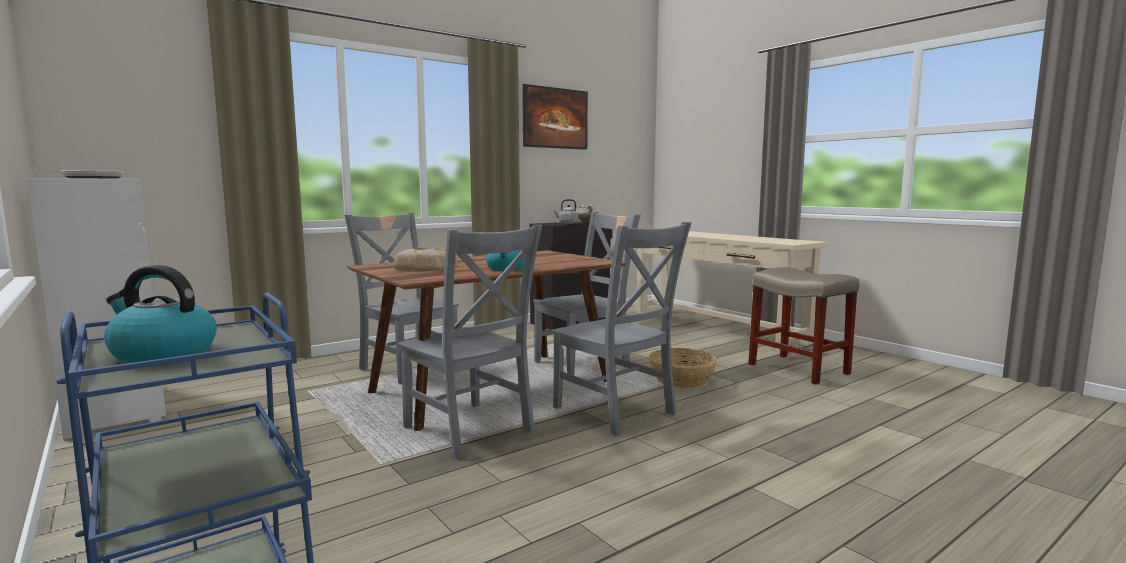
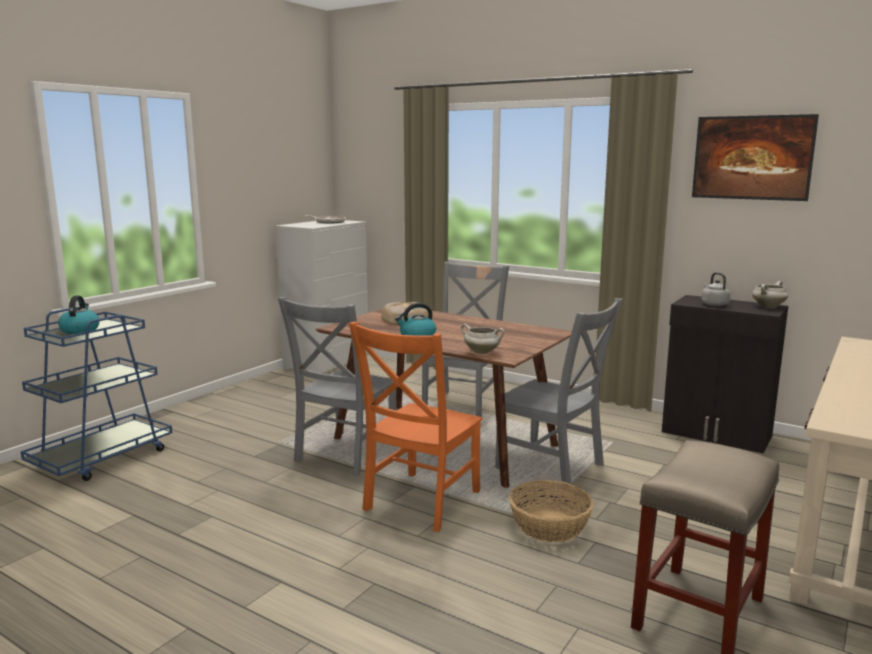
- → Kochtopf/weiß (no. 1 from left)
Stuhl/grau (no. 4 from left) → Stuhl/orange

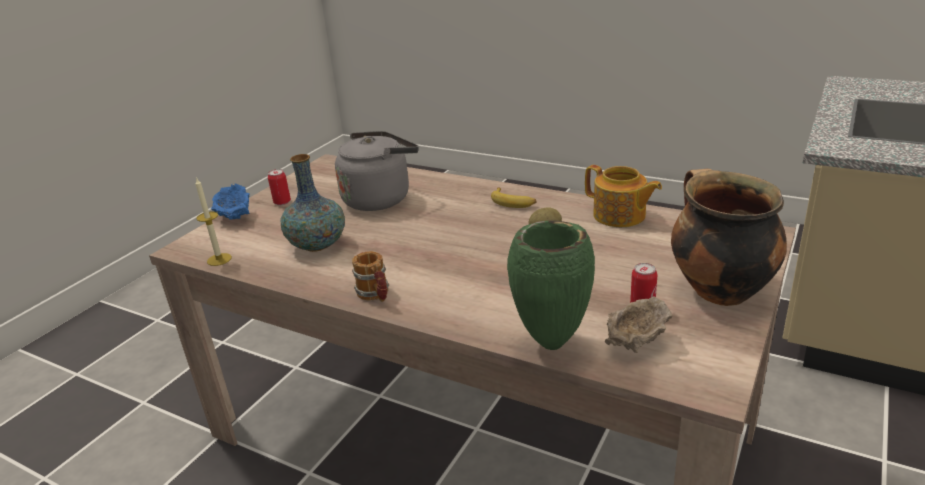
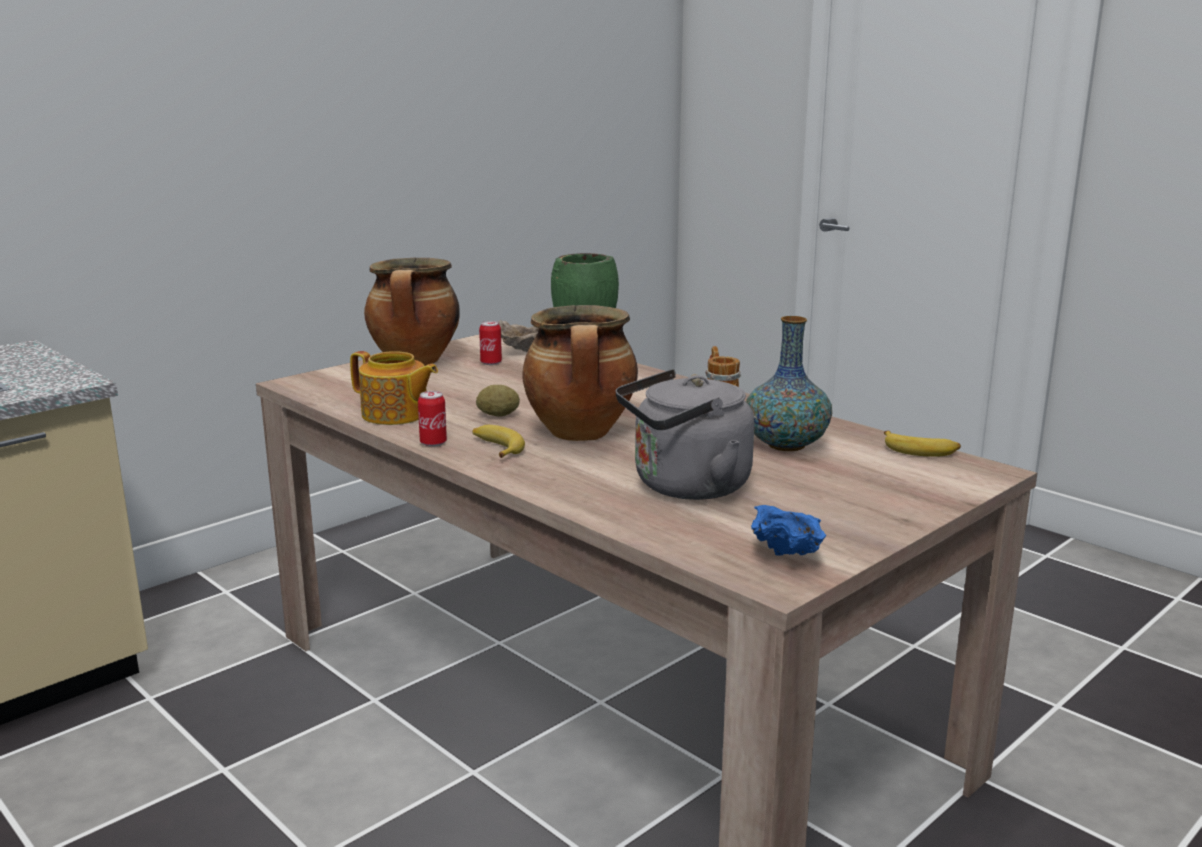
- → Kochtopf (no. 2 from left)
Schüssel/blau, shifted
Dose (no. 1 from left), shifted
Kerze → Banane (no. 2 from left)
Teekanne, 150 degrees clockwise

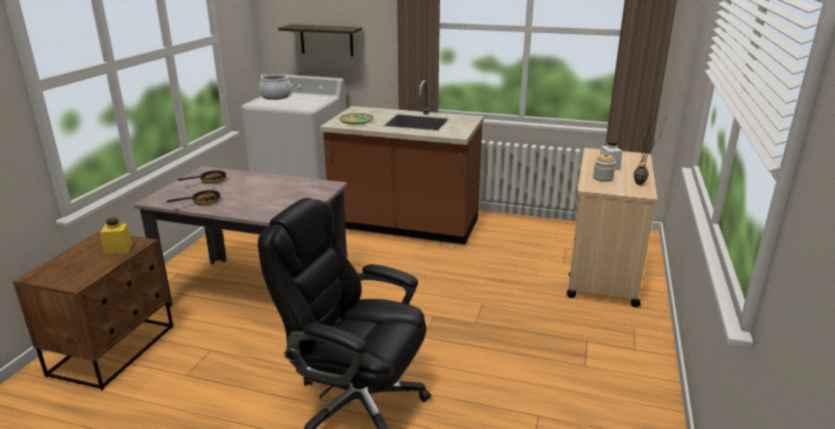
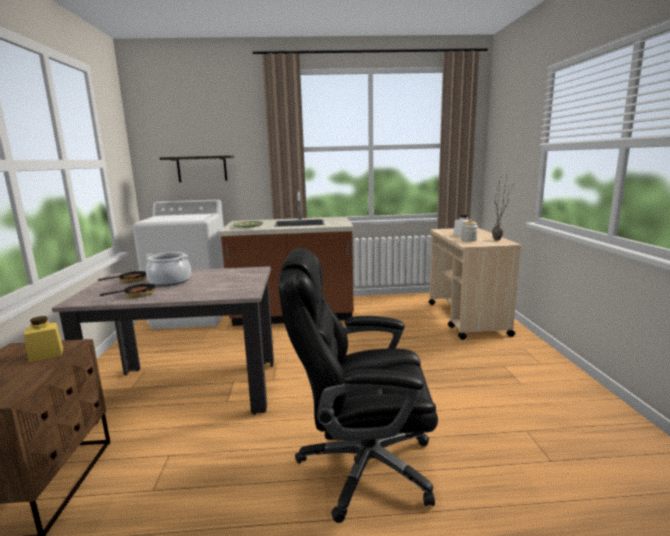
Kochtopf, shifted

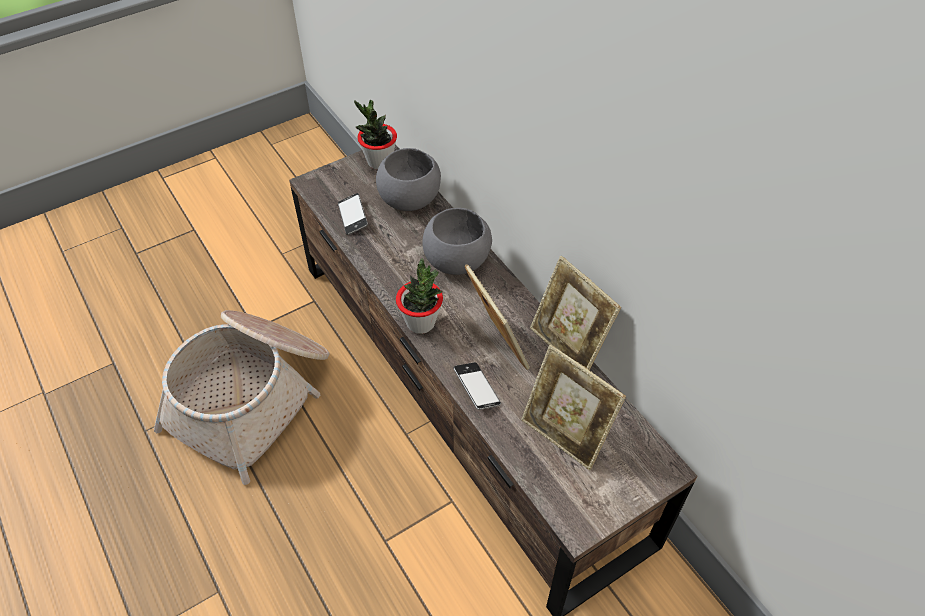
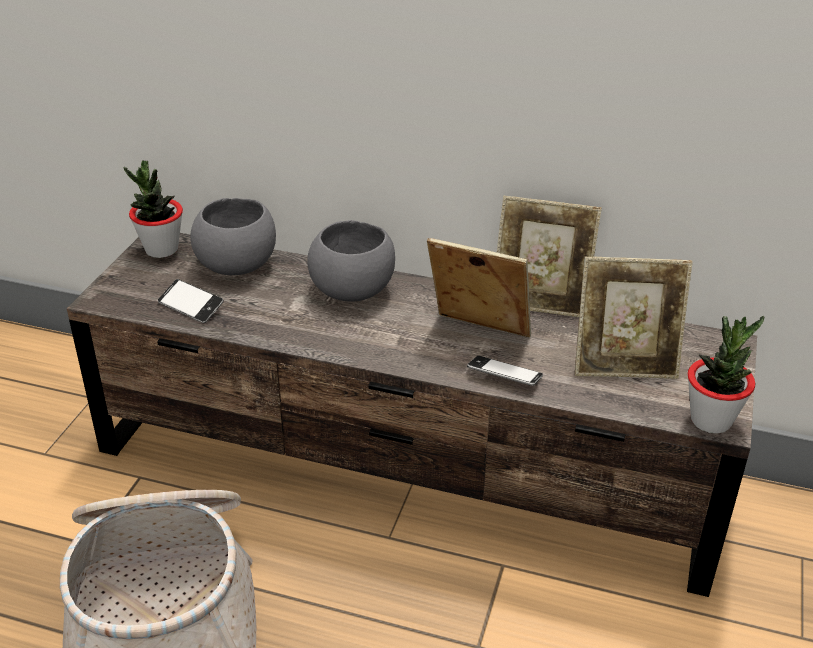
Topfpflanze (no. 2 from left), shifted

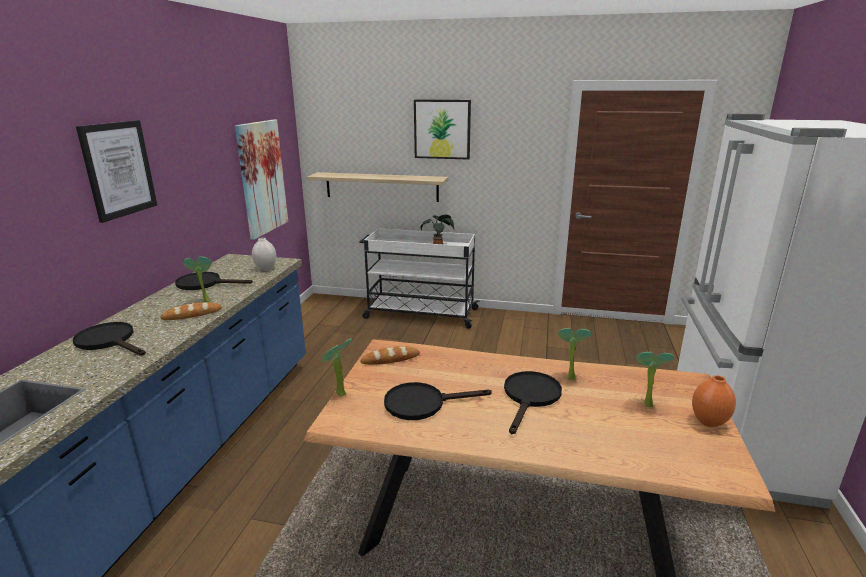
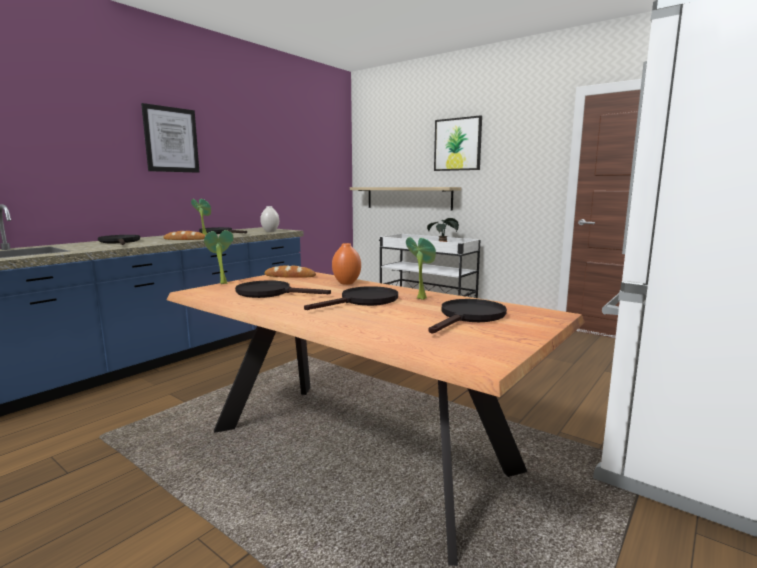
Bild (no. 2 from left) → -
Vase/orange, shifted
Topfpflanze (no. 5 from left) → Pfanne/schwarz (no. 5 from left)

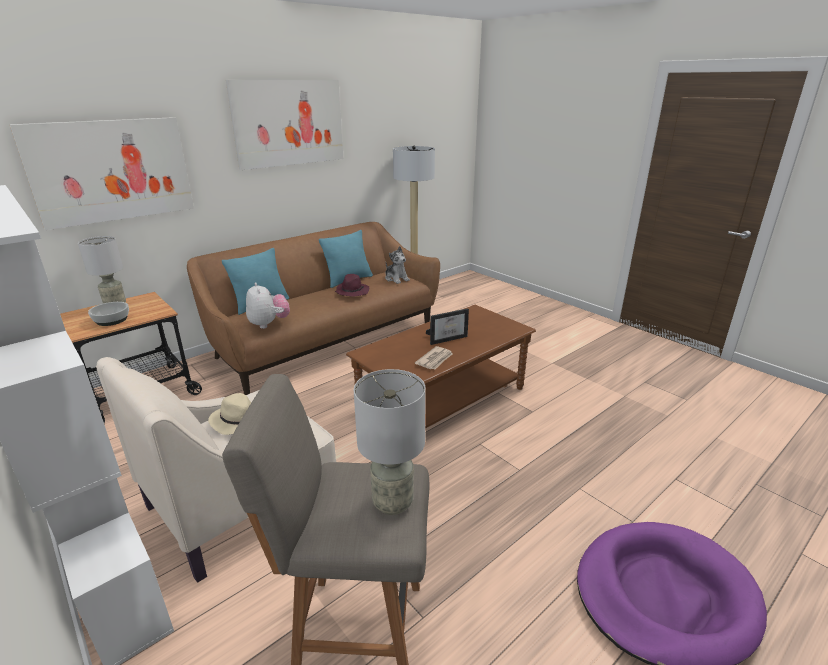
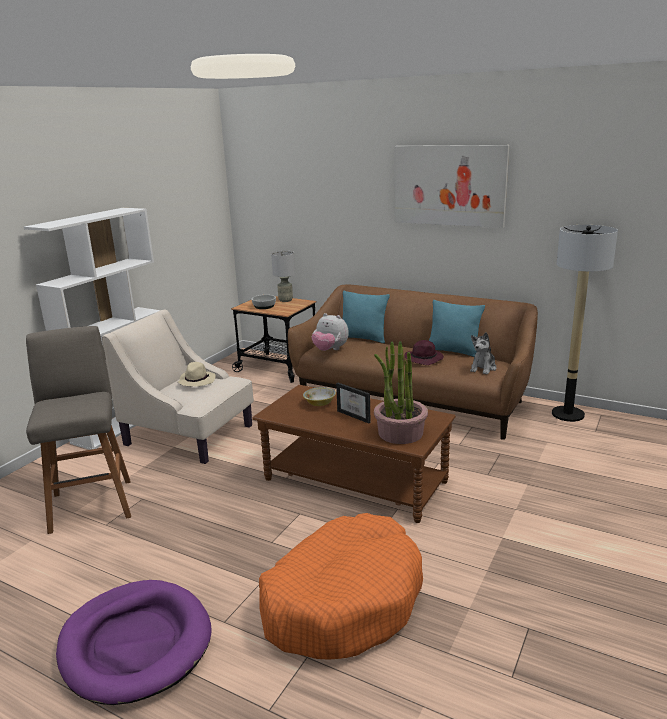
Bild (no. 1 from left) → -
Tischlampe/grau (no. 2 from left) → -
Zeitung → -
- → Hundebett/orange
- → Schüssel (no. 2 from left)
- → Topfpflanze
Plüschtier (no. 1 from left), 75 degrees clockwise

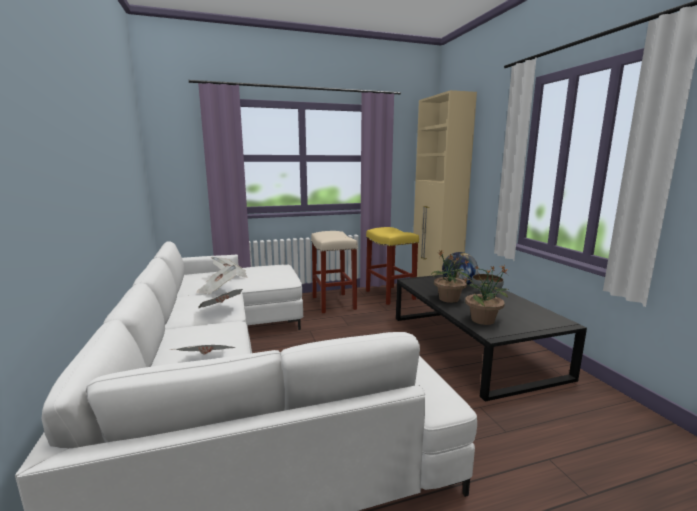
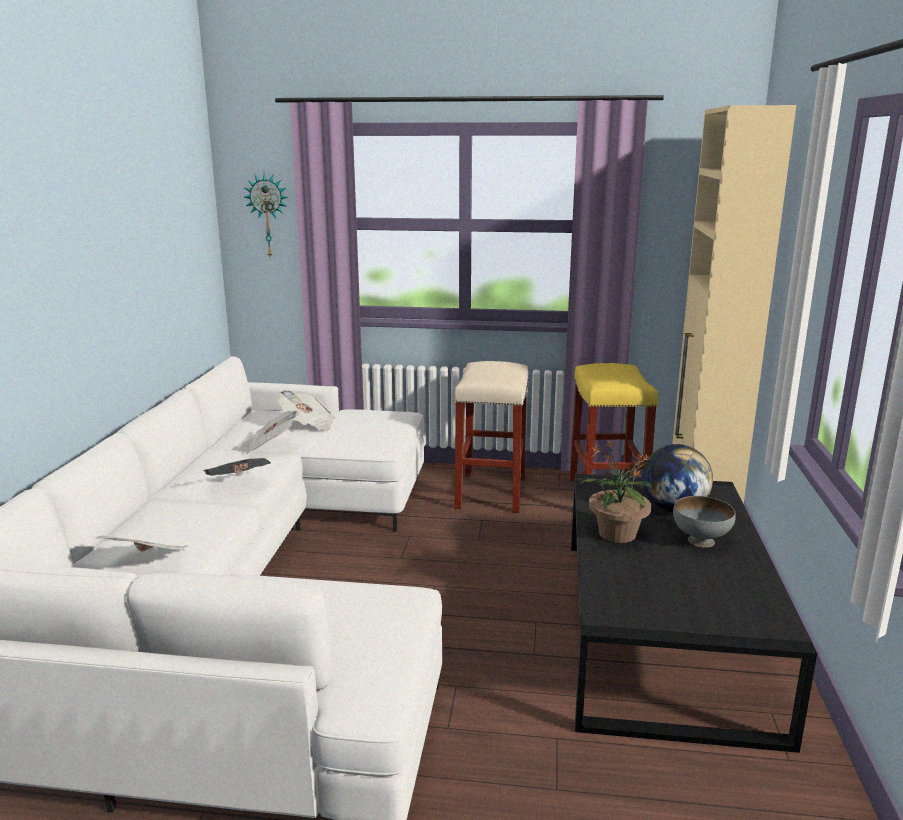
Topfpflanze (no. 2 from left) → -
- → Wanduhr

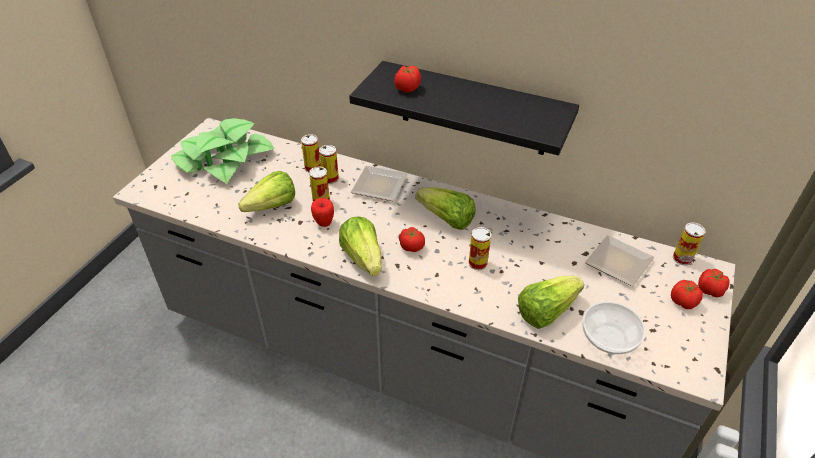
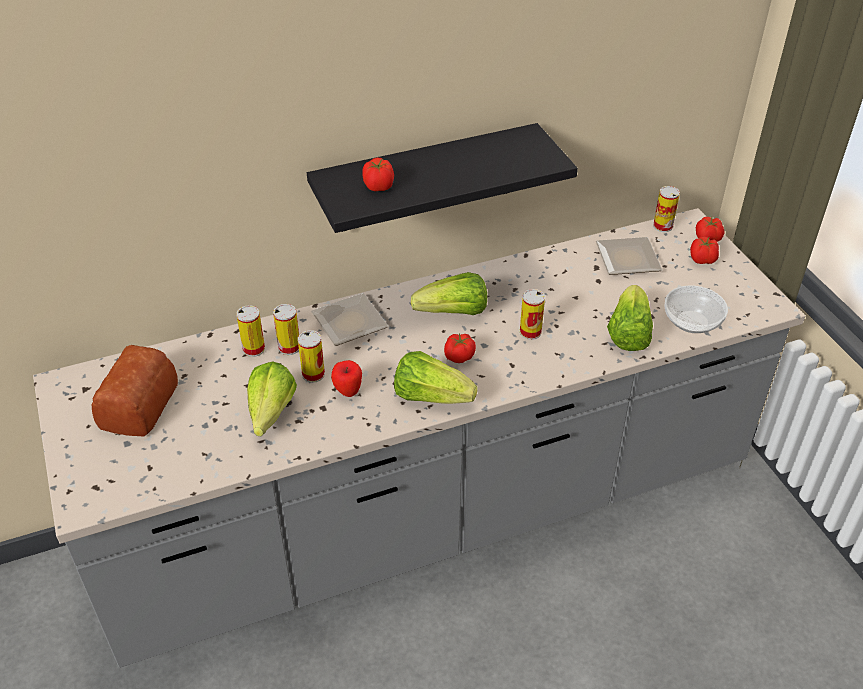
Topfpflanze → Brot

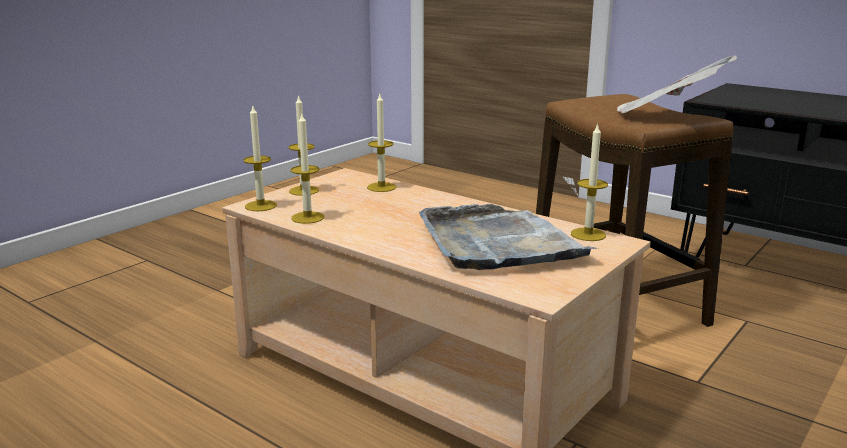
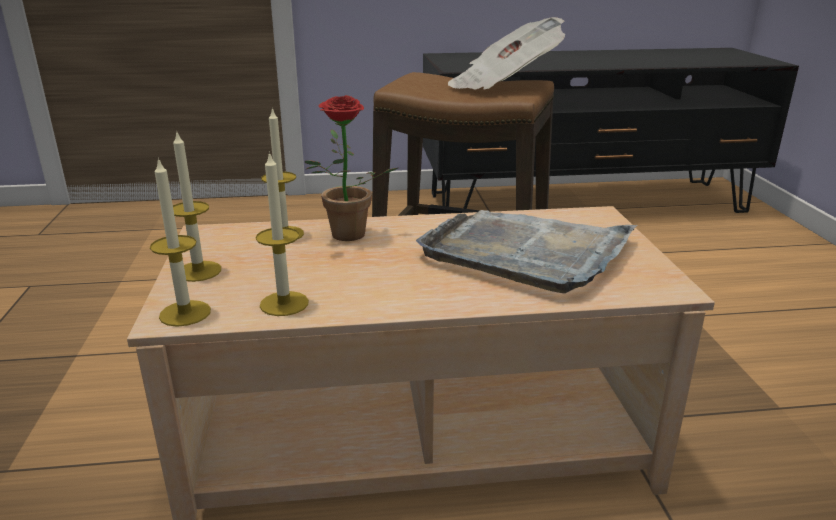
Kerze (no. 5 from left) → -
- → Topfpflanze

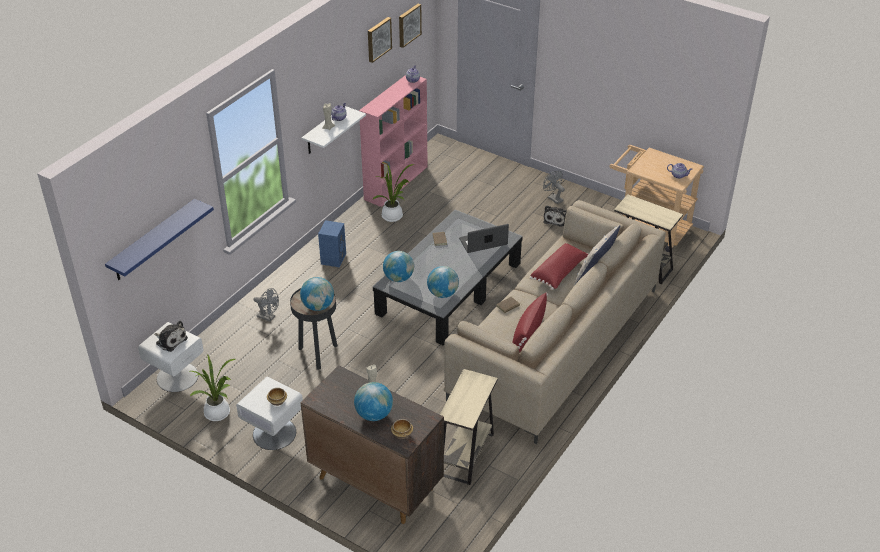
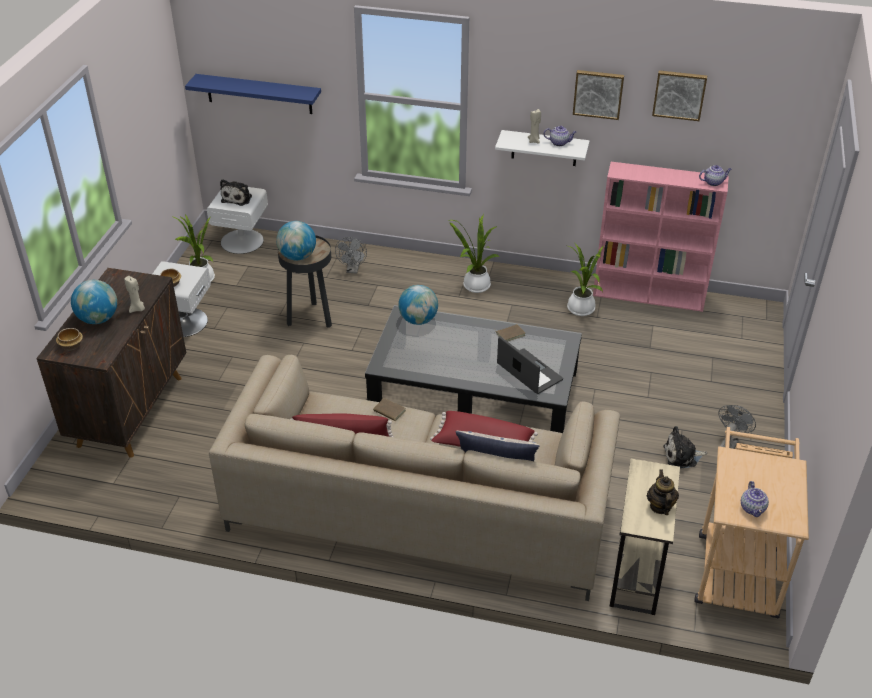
Globus (no. 4 from left) → -
Beistelltisch/beige (no. 1 from left) → -
- → Teekanne (no. 2 from left)
Bild (no. 2 from left in the first image) → Bild (no. 1 from left), shifted
Lautsprecher/blau → Topfpflanze (no. 2 from left)

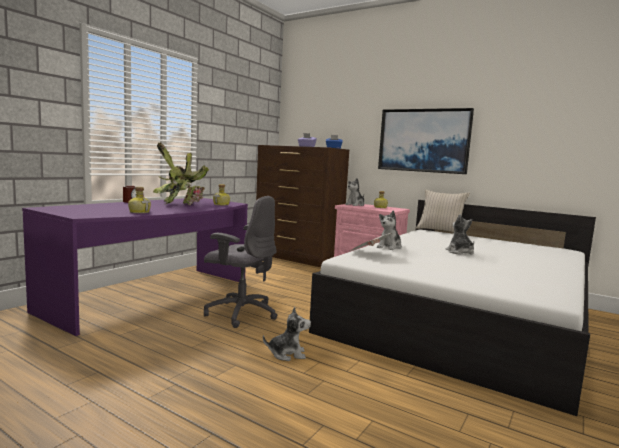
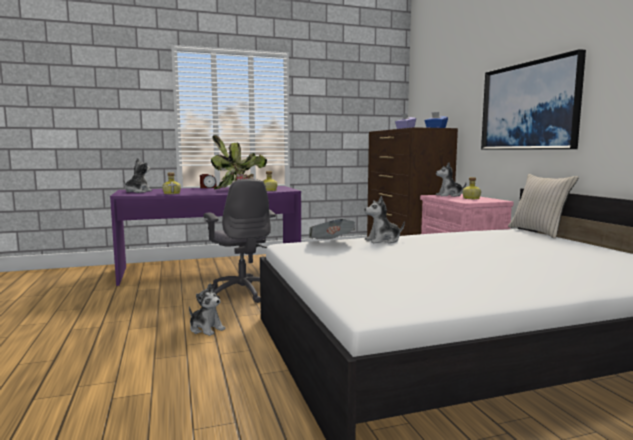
Plüschtier (no. 4 from left in the first image) → Plüschtier (no. 1 from left), shifted

